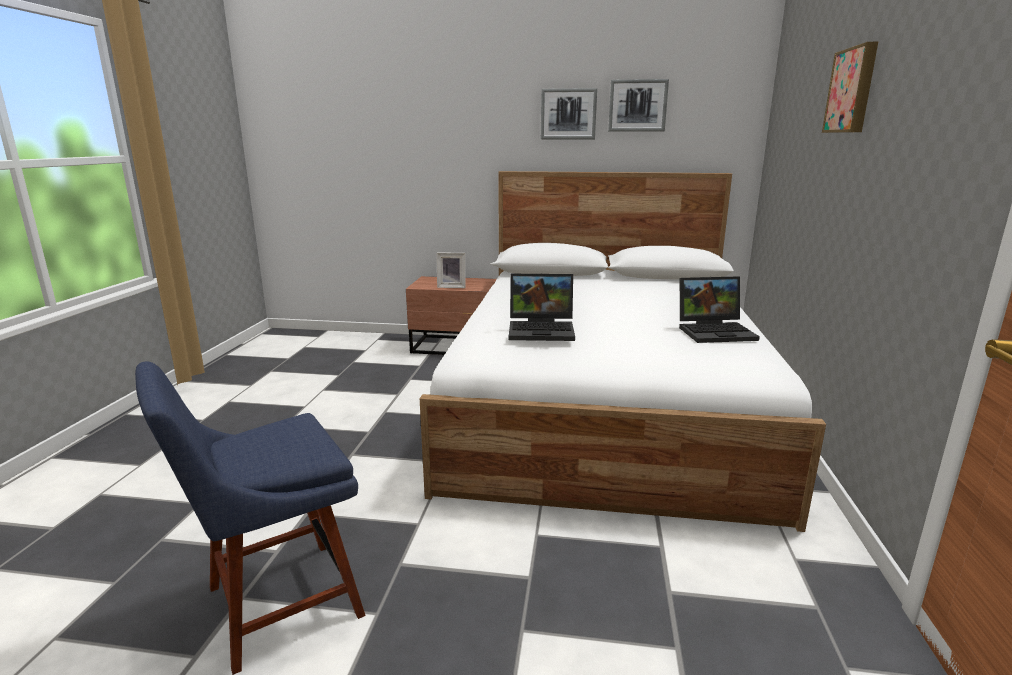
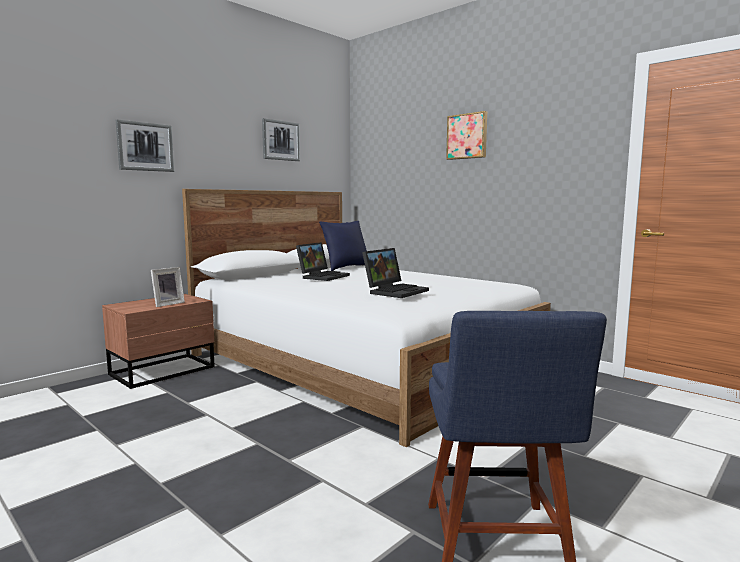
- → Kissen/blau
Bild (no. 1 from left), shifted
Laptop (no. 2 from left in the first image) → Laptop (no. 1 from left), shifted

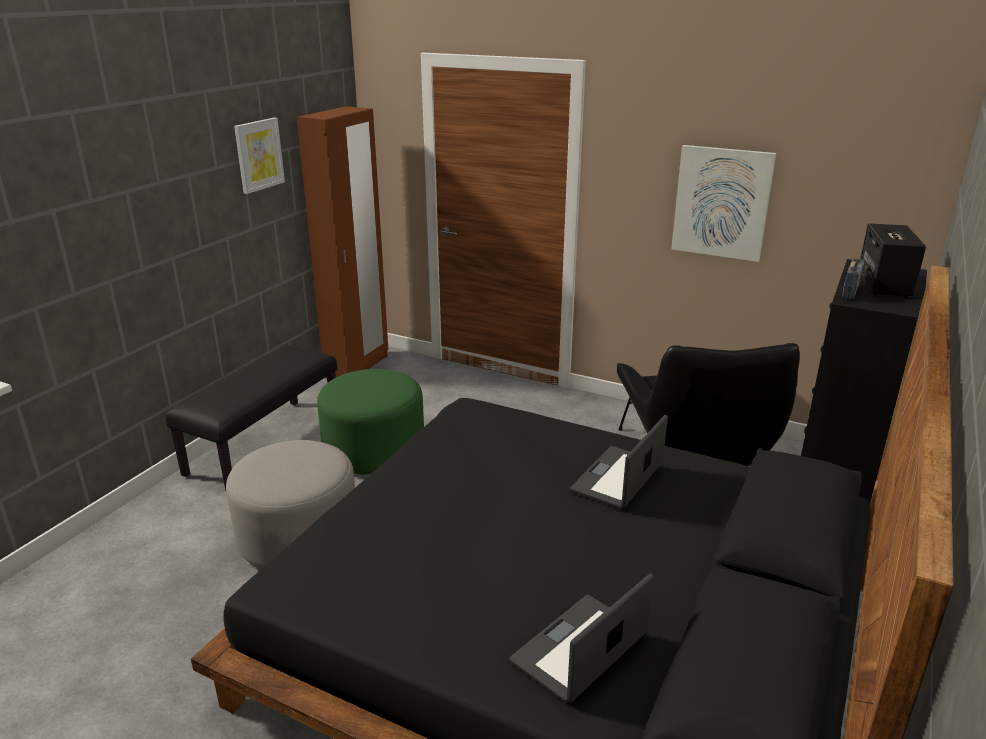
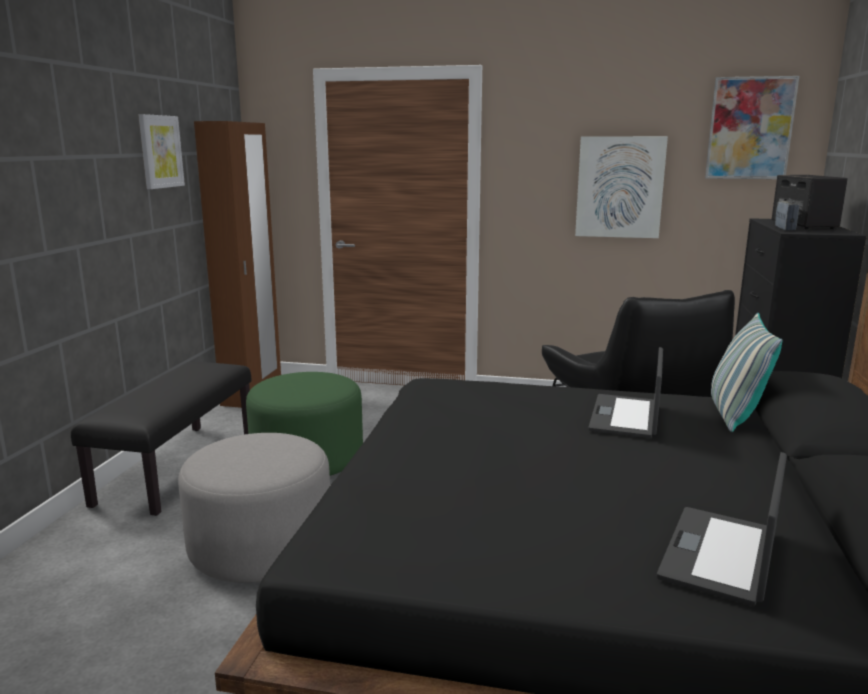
- → Bild (no. 3 from left)
- → Kissen

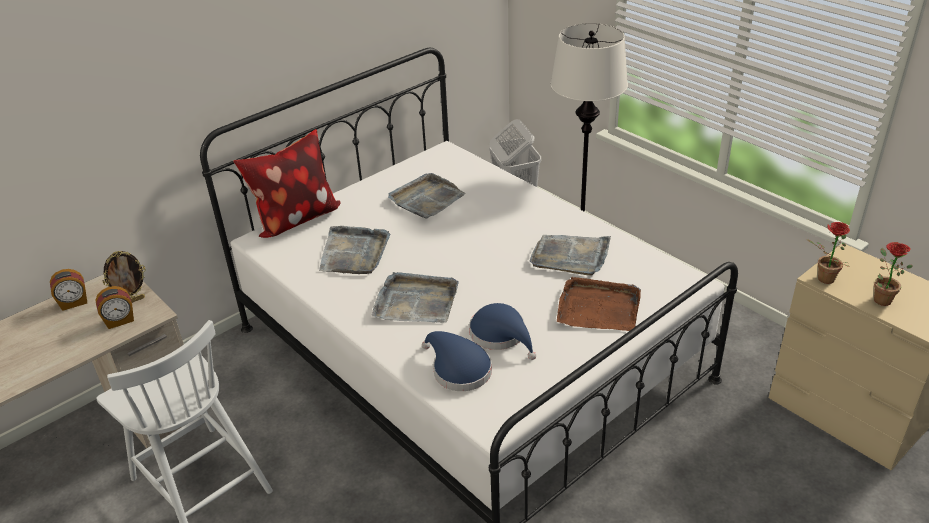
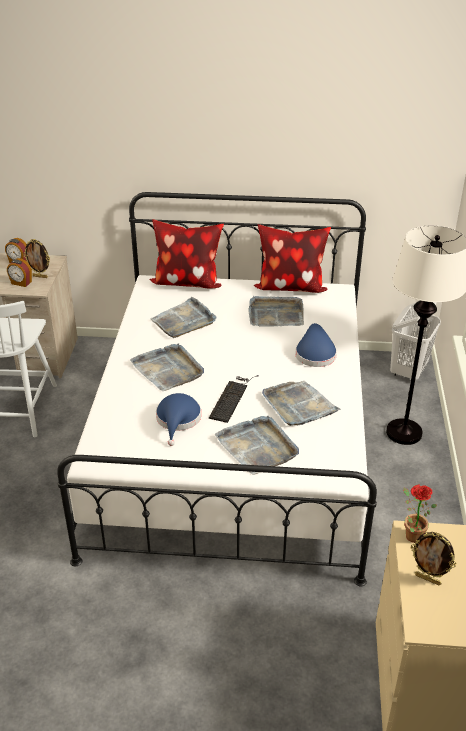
- → Tastatur
- → Kissen (no. 2 from left)
Hut/blau (no. 1 from left in the first image) → Hut/blau (no. 2 from left), shifted
Topfpflanze (no. 2 from left) → Bilderrahmen (no. 2 from left)
Tablett/braun → Tablett/grau (no. 3 from left)

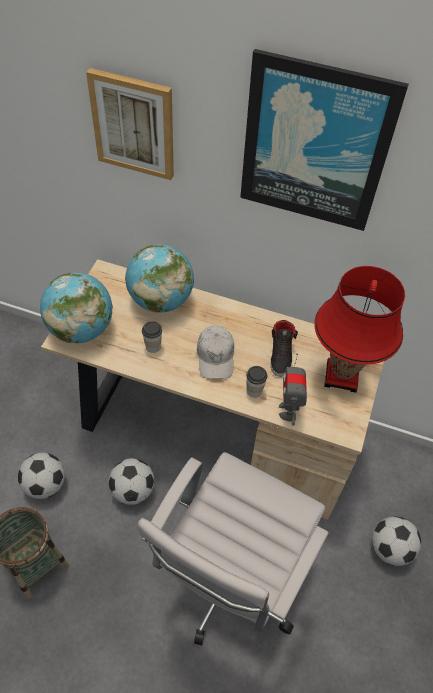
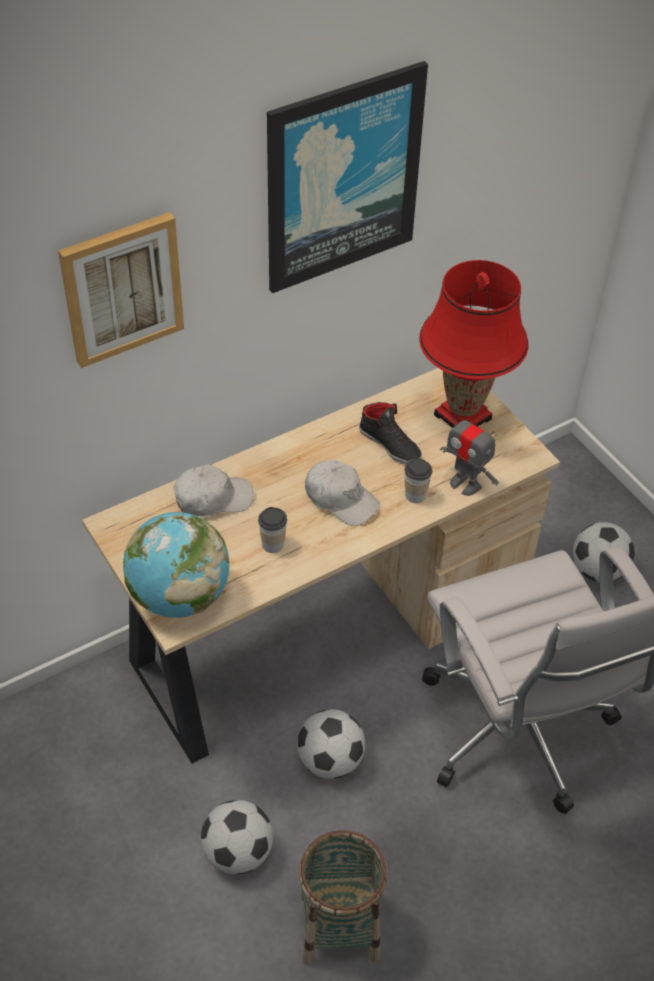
Globus (no. 2 from left) → Kappe/weiß (no. 1 from left)

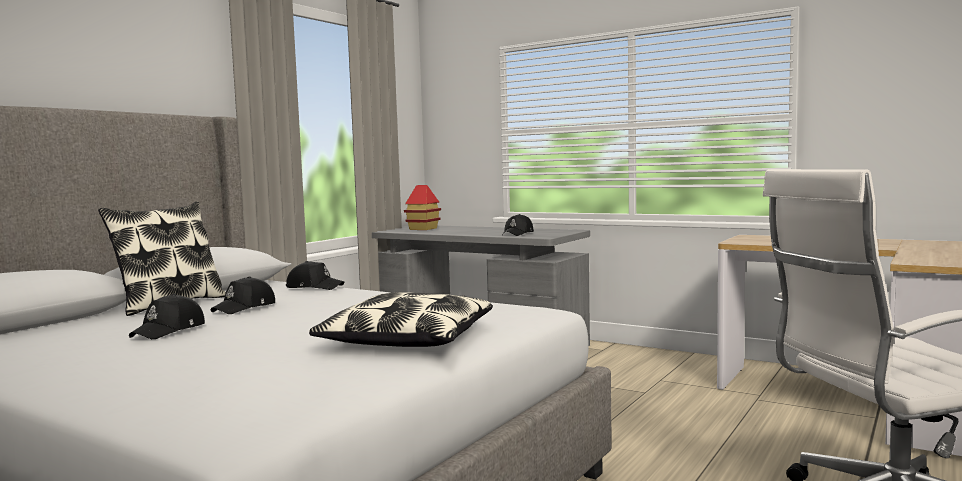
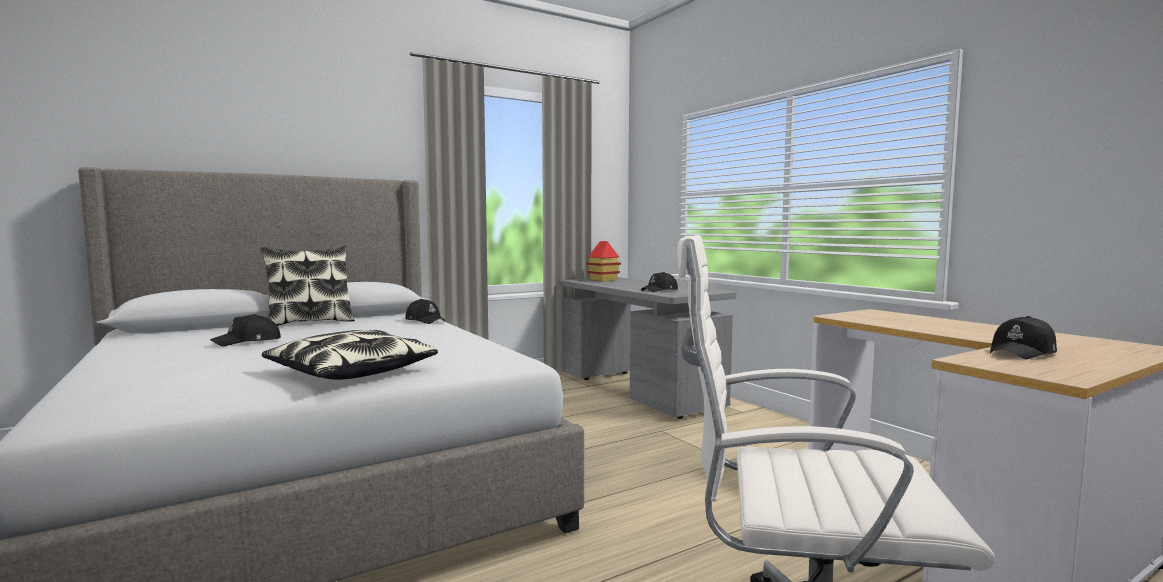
Kappe/schwarz (no. 2 from left in the first image) → Kappe/schwarz (no. 4 from left), shifted

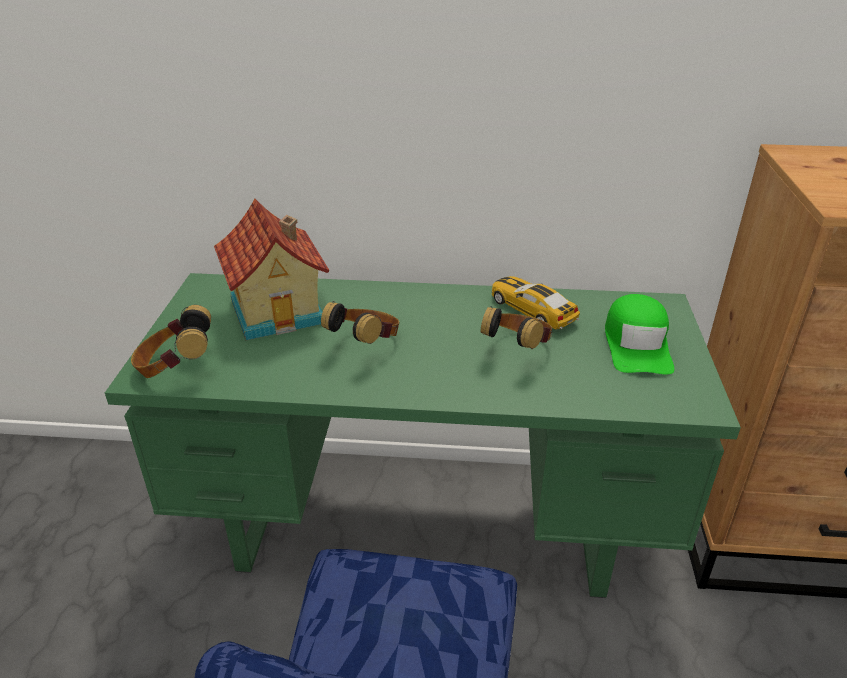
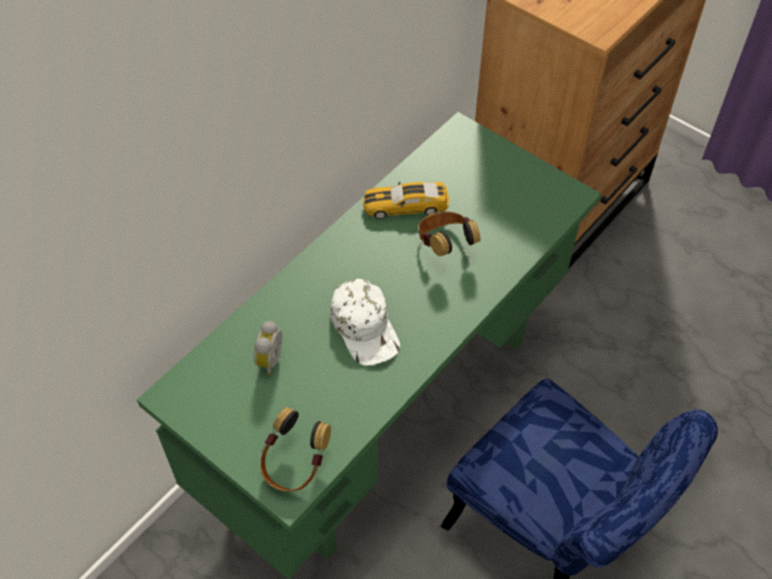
Kappe/grün → -
Spielzeughaus → Wecker
Kopfhörer (no. 2 from left) → Kappe/weiß

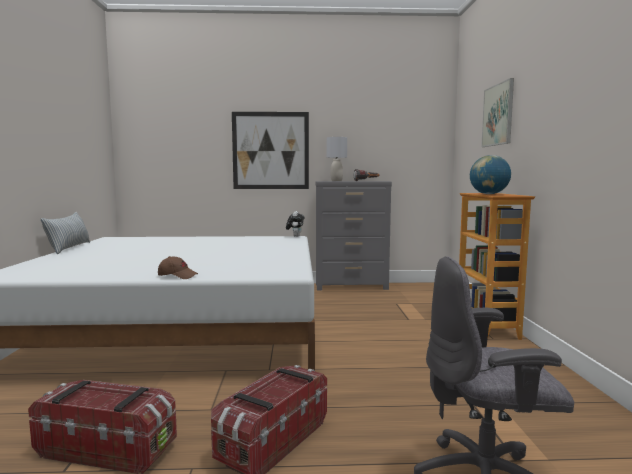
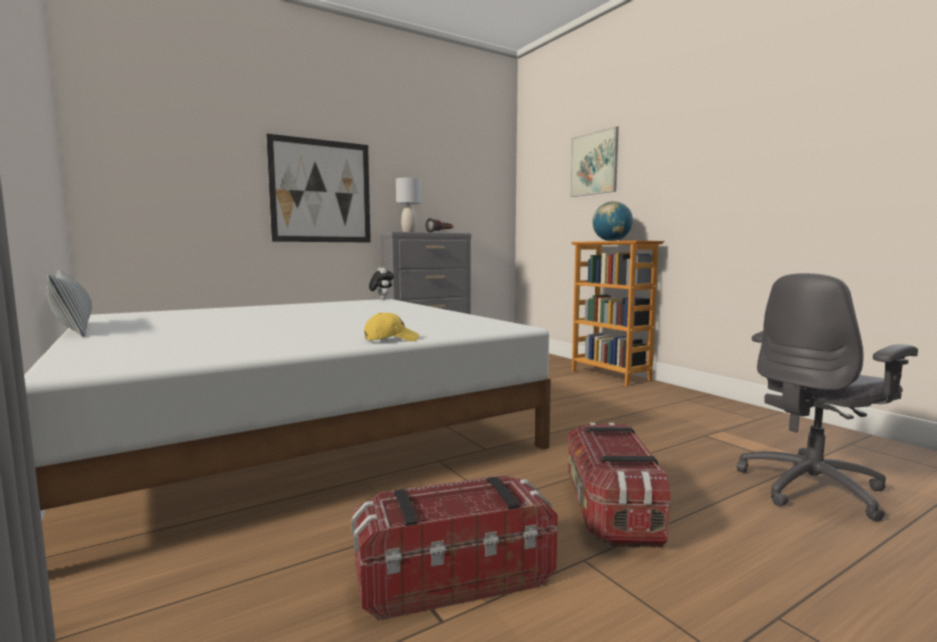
Kappe/braun → Kappe/gelb

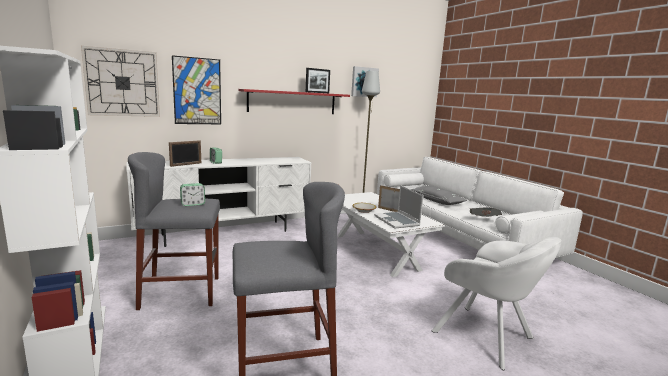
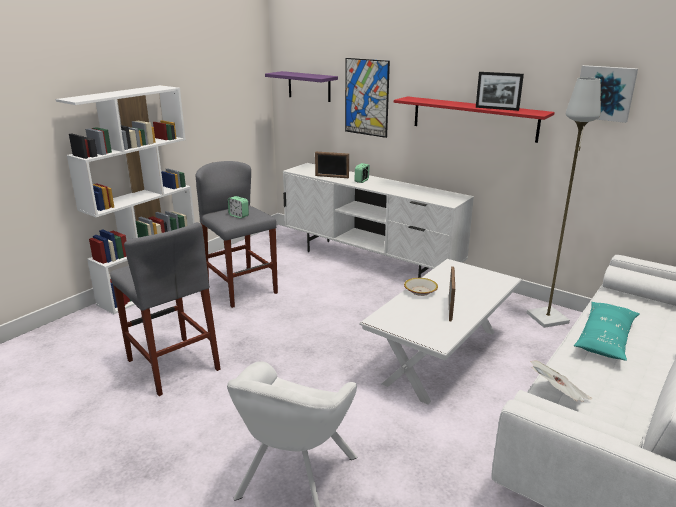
Laptop → -
Wanduhr → Wandregal/lila
Kissen/grau → Kissen/türkis

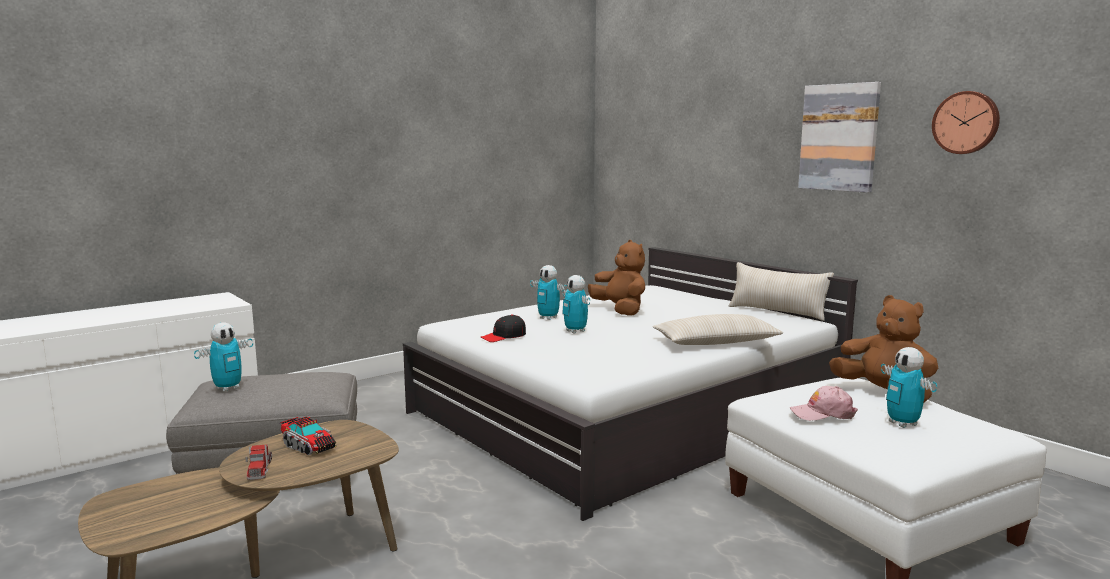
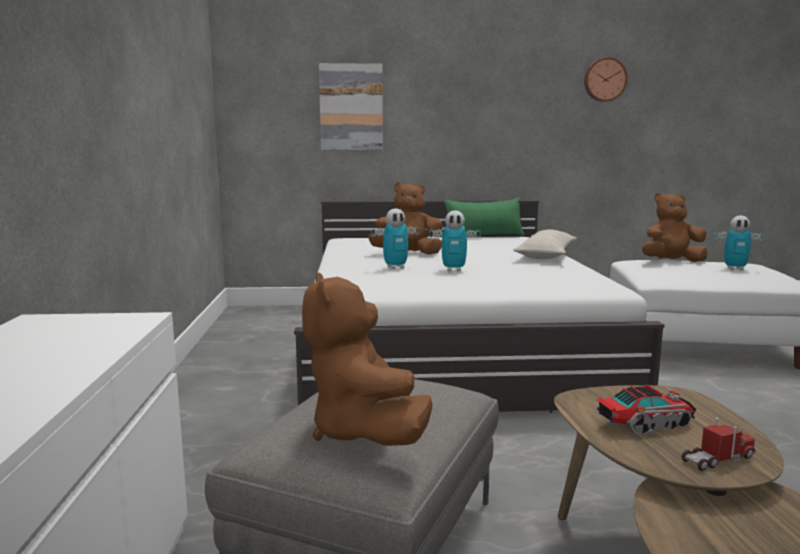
Kappe/schwarz → -
Kappe/rosa → -
Bild, shifted
Spielzeugroboter (no. 1 from left) → Plüschtier/braun (no. 1 from left)
Kissen/beige (no. 2 from left) → Kissen/grün
Spielzeuglaster (no. 1 from left in the first image) → Spielzeuglaster (no. 2 from left), 45 degrees counterclockwise

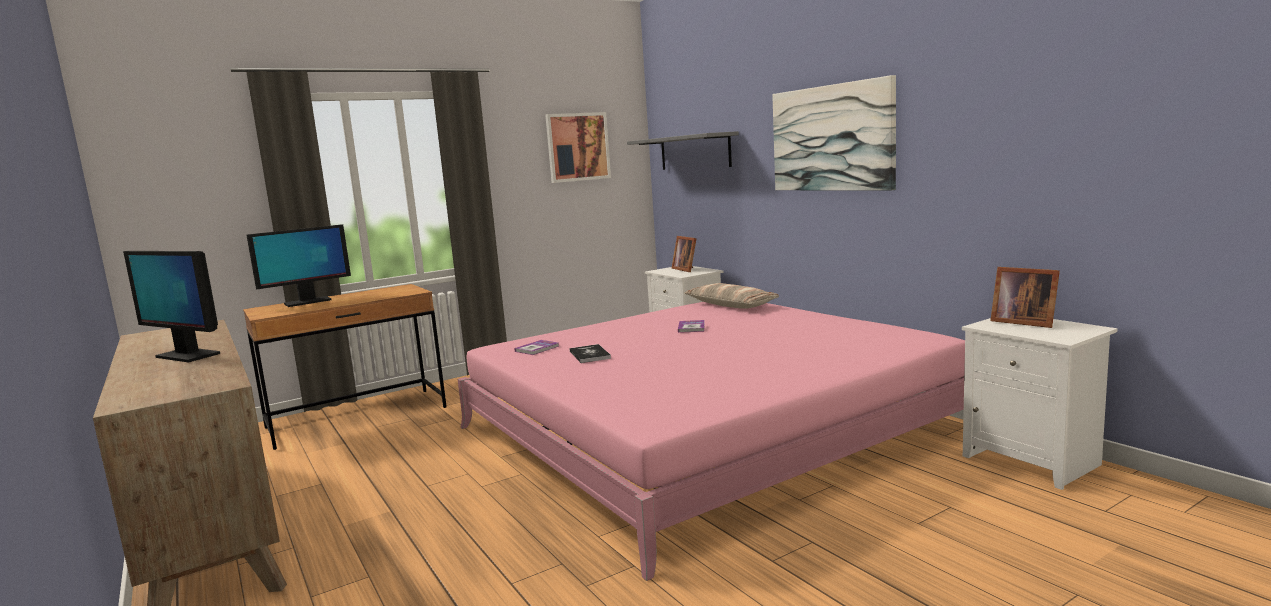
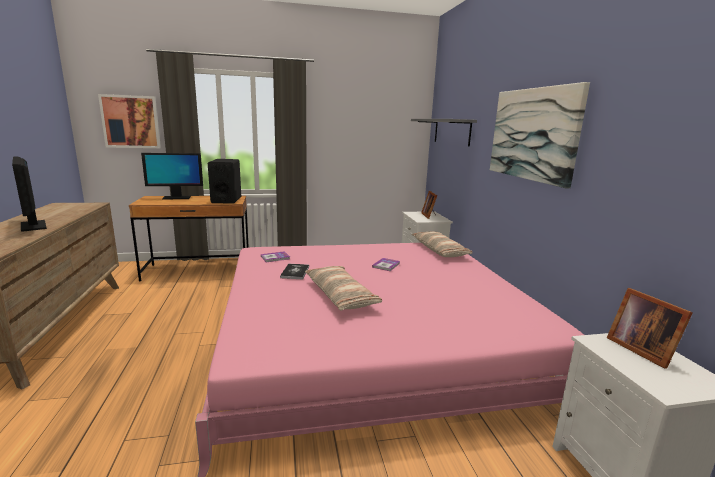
- → Lautsprecher/schwarz
- → Kissen (no. 1 from left)
Bild (no. 1 from left), shifted

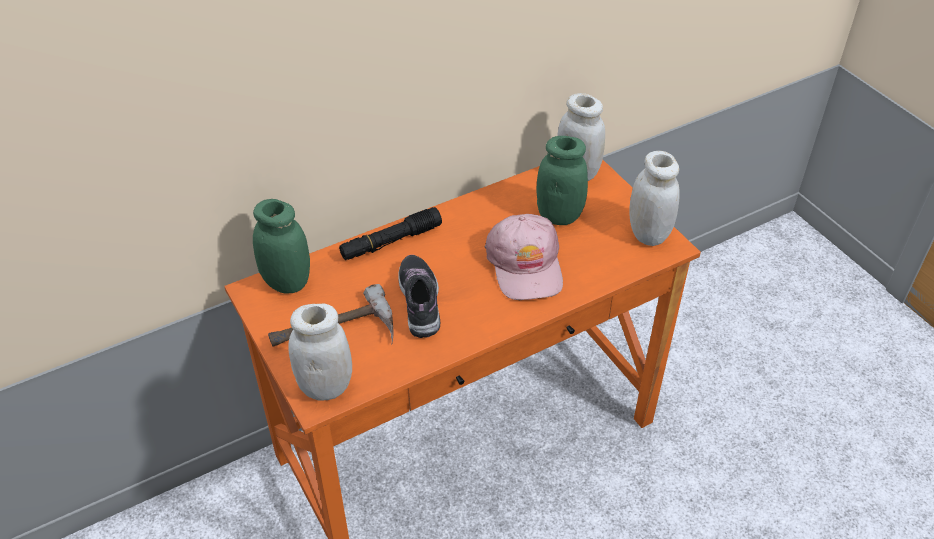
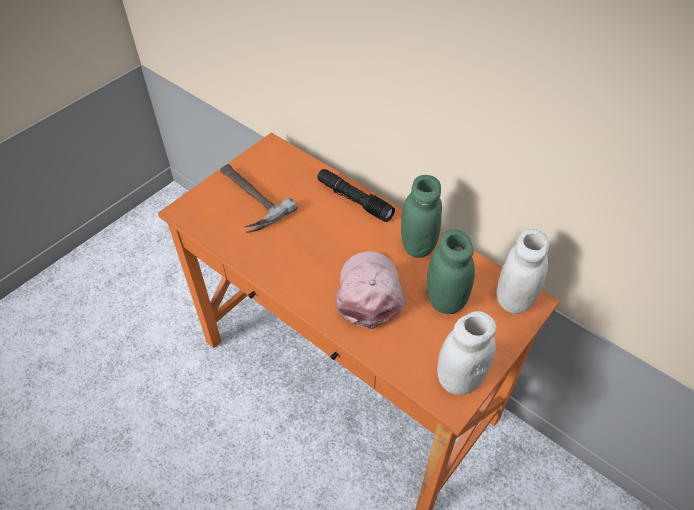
Vorratsglas/weiß (no. 1 from left) → -
Schuh → -
Vorratsglas/grün (no. 1 from left), shifted
Kappe/rosa, 120 degrees clockwise

